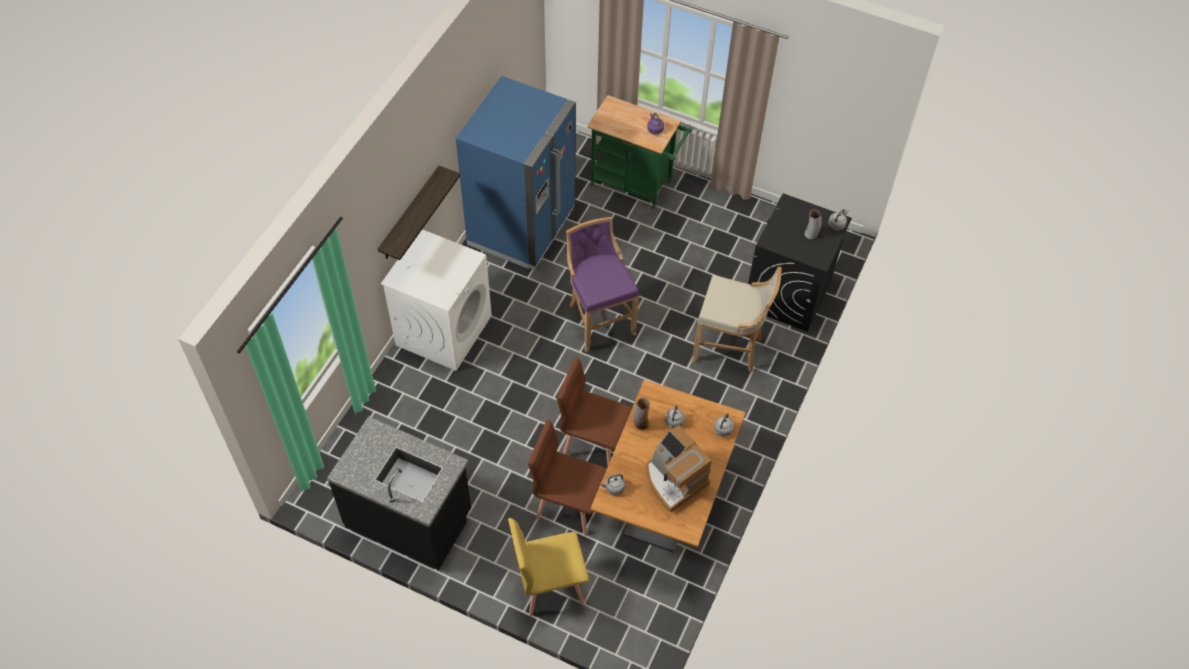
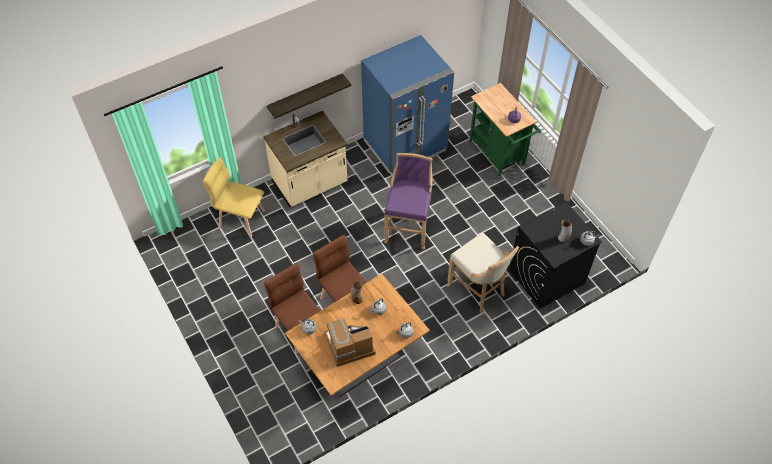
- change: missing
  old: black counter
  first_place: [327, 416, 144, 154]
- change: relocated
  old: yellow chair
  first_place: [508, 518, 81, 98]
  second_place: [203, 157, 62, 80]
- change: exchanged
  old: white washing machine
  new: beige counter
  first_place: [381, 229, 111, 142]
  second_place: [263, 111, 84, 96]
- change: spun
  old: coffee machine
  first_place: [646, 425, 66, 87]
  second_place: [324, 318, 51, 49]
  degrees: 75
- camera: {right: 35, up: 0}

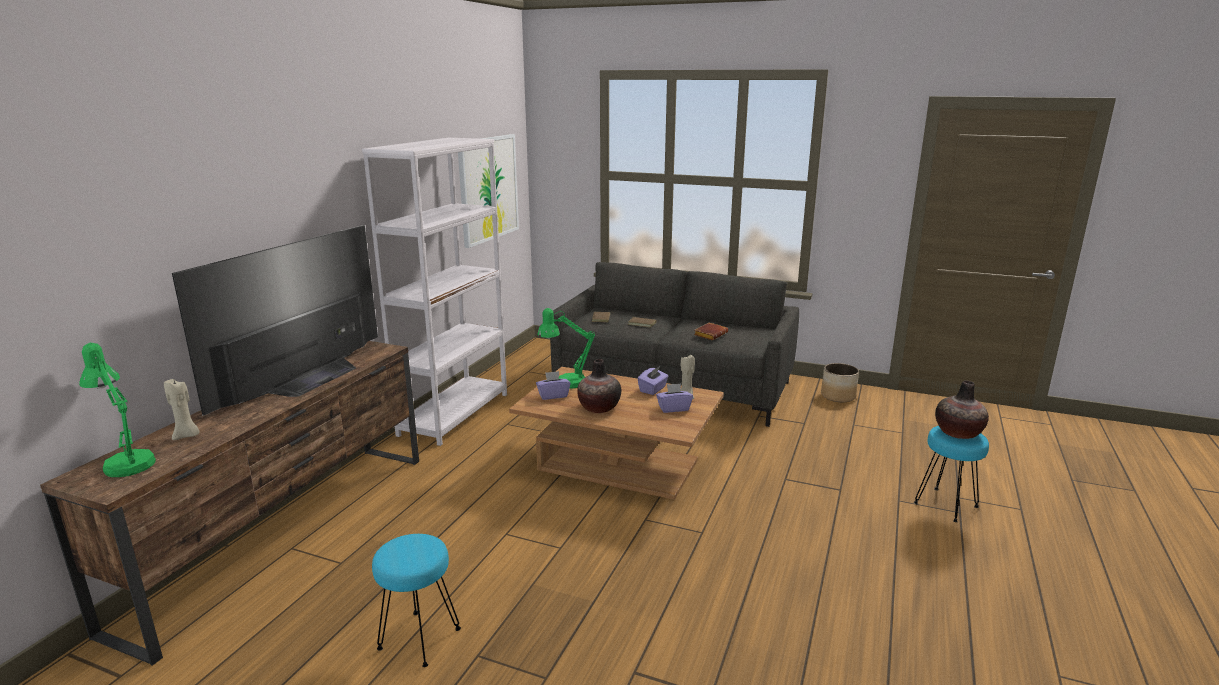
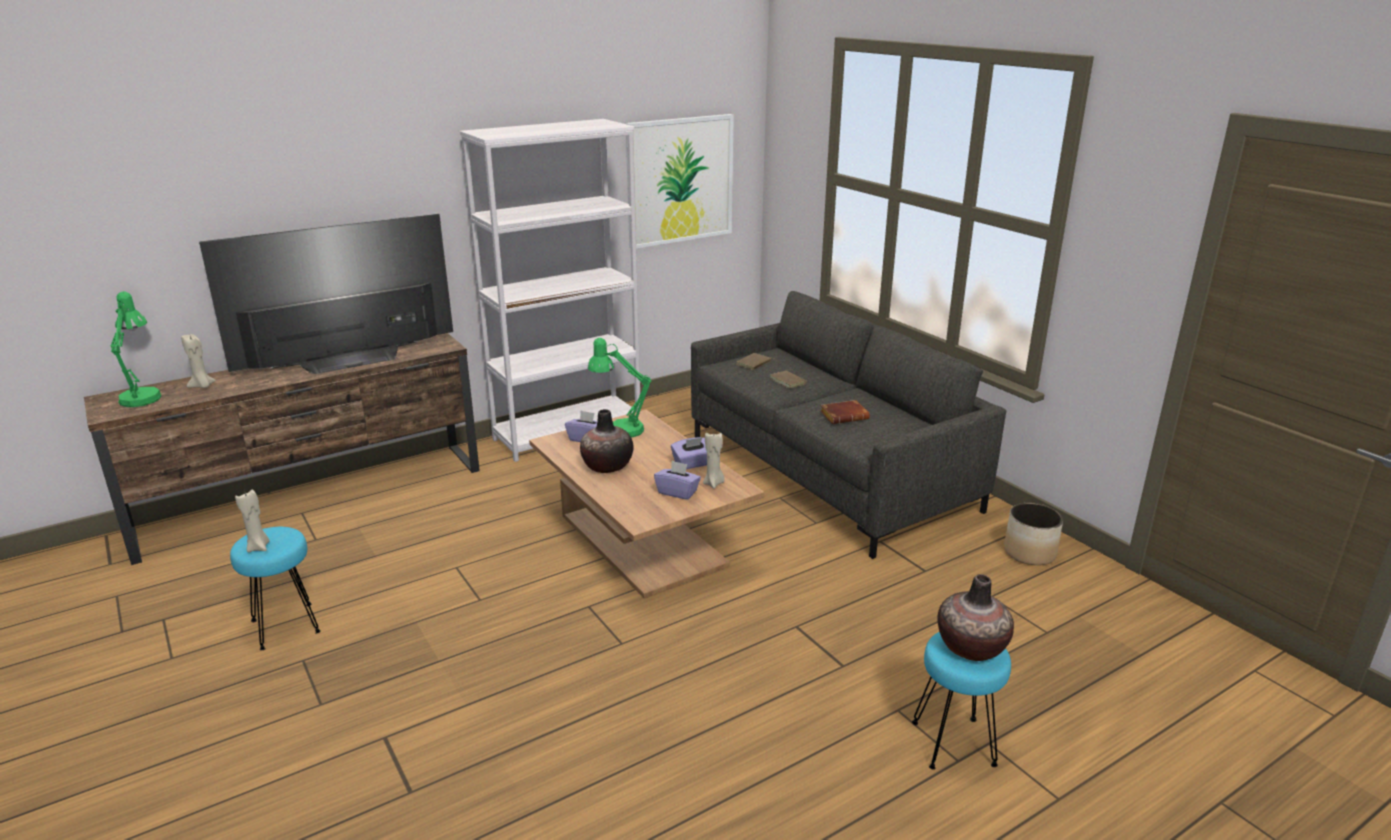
- change: appeared
  new: beige candle
  second_place: [235, 490, 35, 62]
- camera: {right: 35, up: 5}

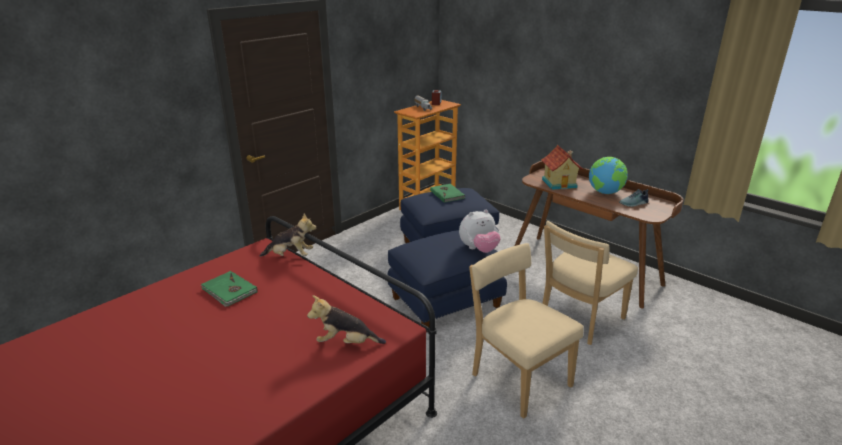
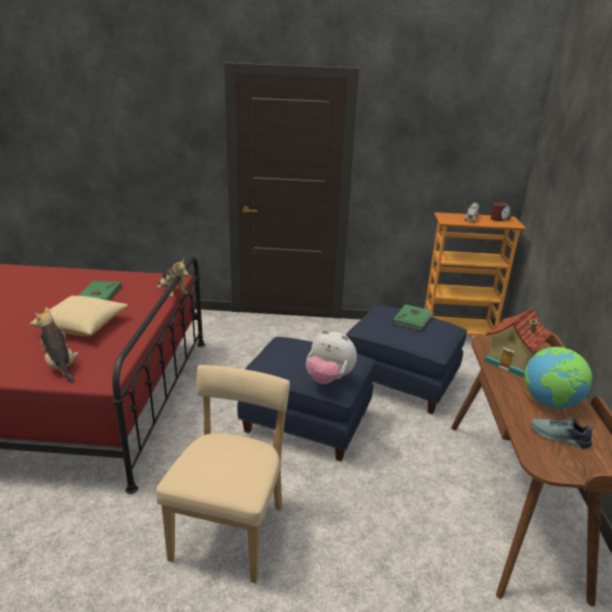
- change: missing
  old: beige chair
  first_place: [542, 221, 96, 124]
- change: appeared
  new: pillow
  second_place: [30, 296, 98, 40]
- camera: {right: 50, up: 0}

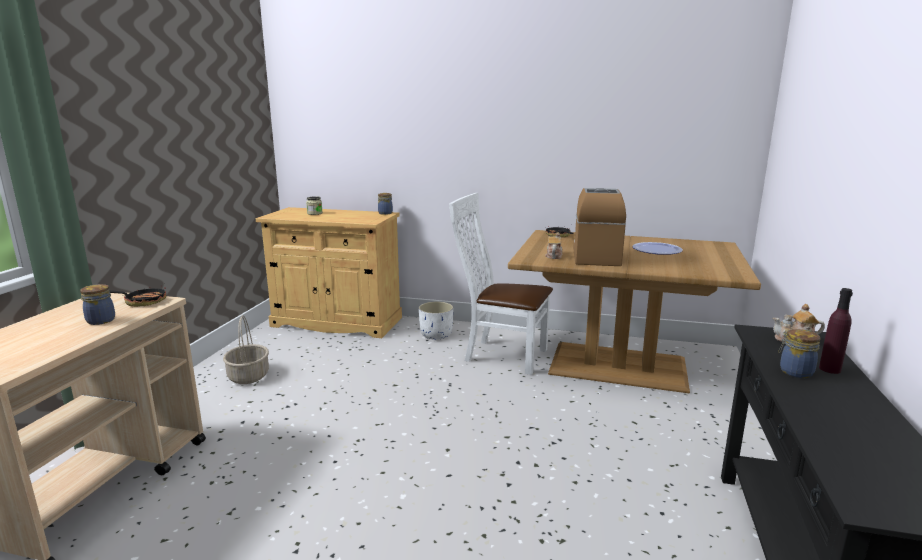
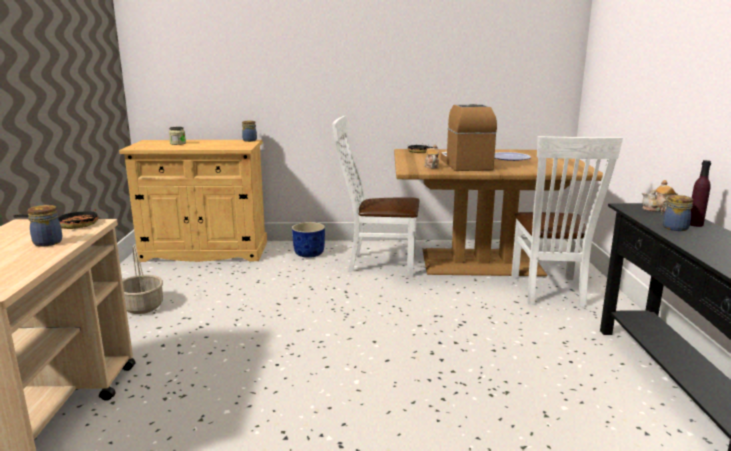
- change: appeared
  new: white chair
  second_place: [512, 136, 111, 171]
- change: colour
  old: white planter
  new: blue planter
  first_place: [419, 302, 34, 38]
  second_place: [292, 222, 33, 36]
- camera: {right: -15, up: 0}

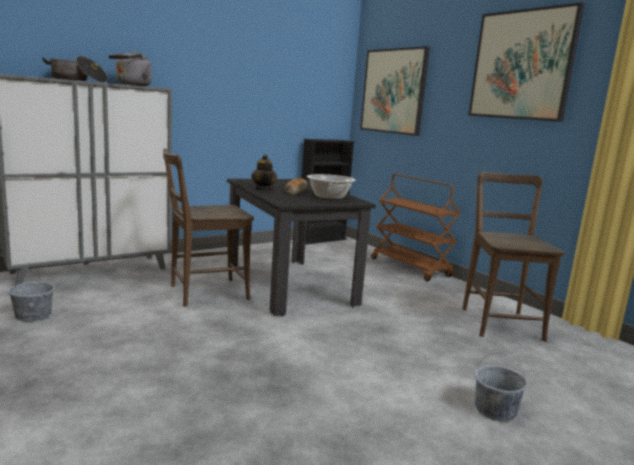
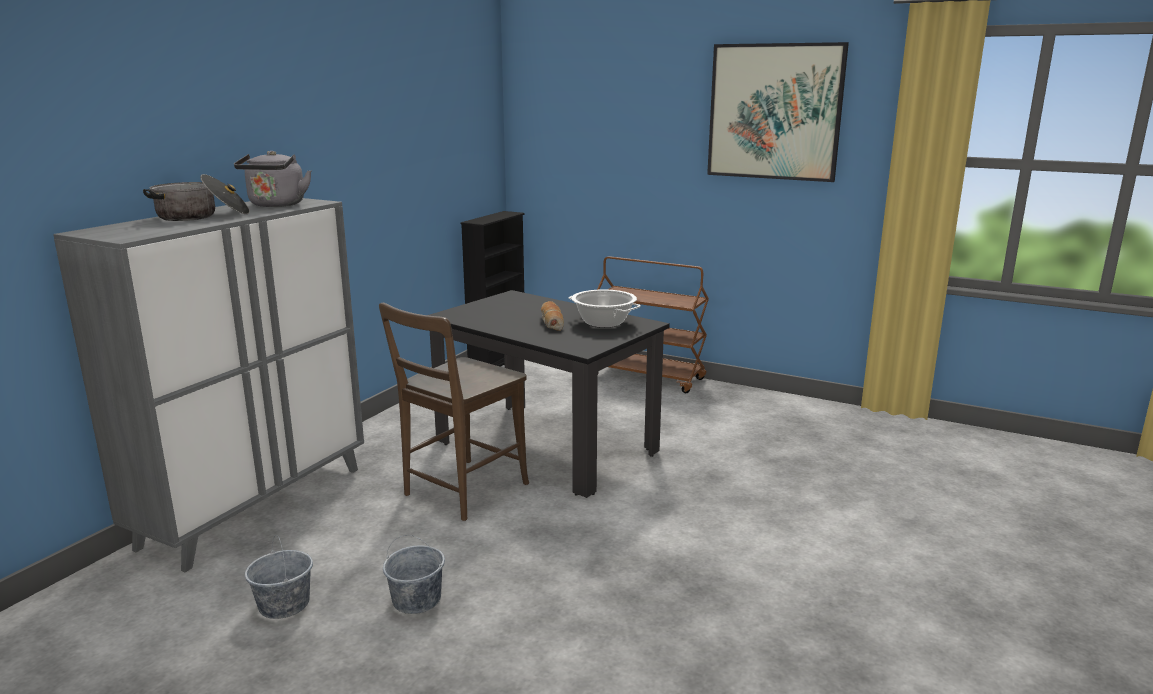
- change: missing
  old: teapot
  first_place: [251, 154, 26, 37]
- change: missing
  old: picture
  first_place: [360, 46, 70, 90]
- change: missing
  old: brown chair
  first_place: [462, 171, 103, 170]
- change: relocated
  old: grey bucket
  first_place: [475, 353, 53, 68]
  second_place: [383, 535, 62, 79]
- camera: {right: -25, up: 5}

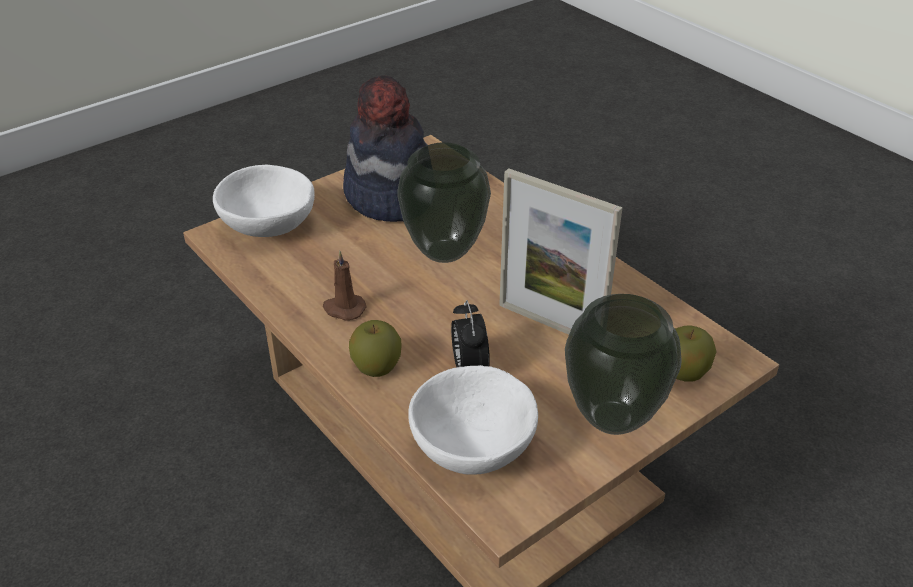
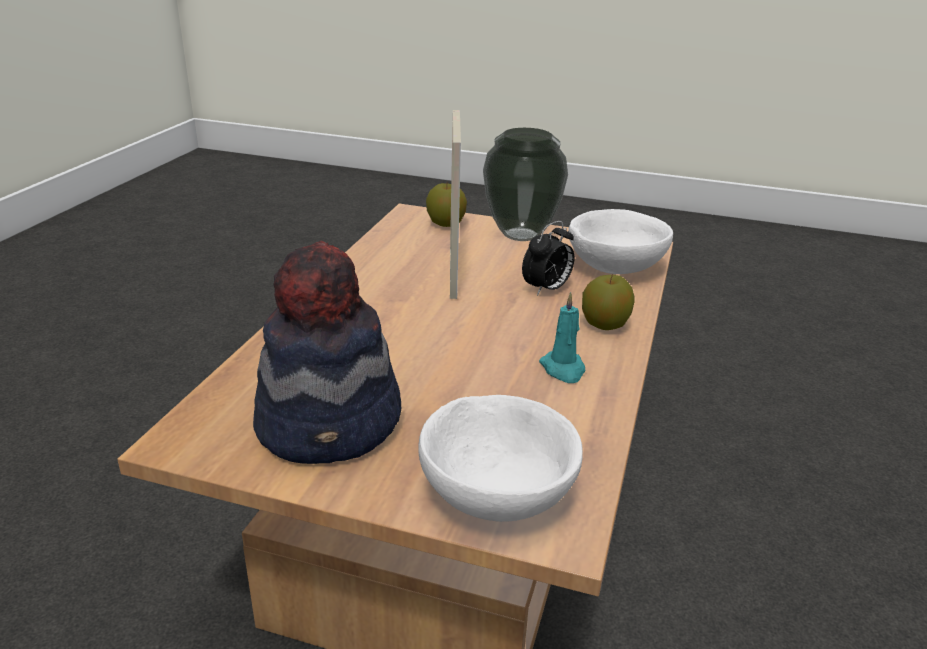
- change: missing
  old: vase
  first_place: [397, 142, 94, 121]
- change: colour
  old: brown candle
  new: turquoise candle
  first_place: [323, 251, 43, 70]
  second_place: [539, 292, 46, 91]
- camera: {right: -125, up: -10}

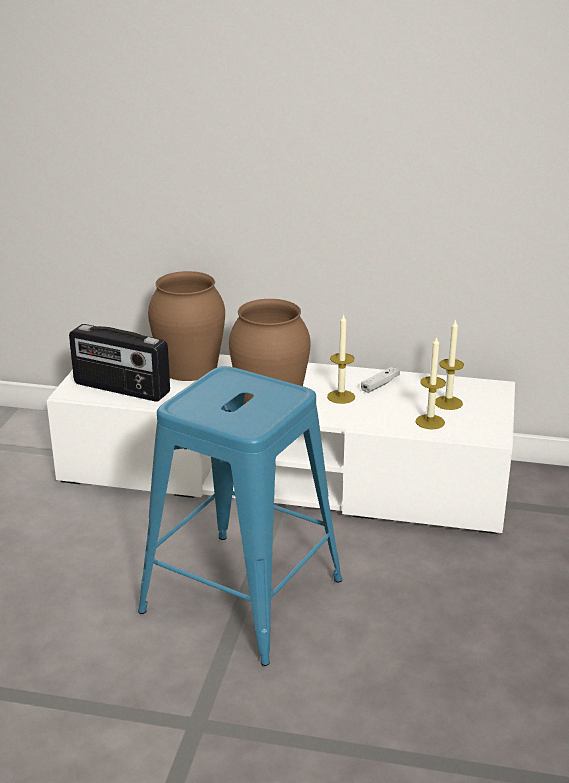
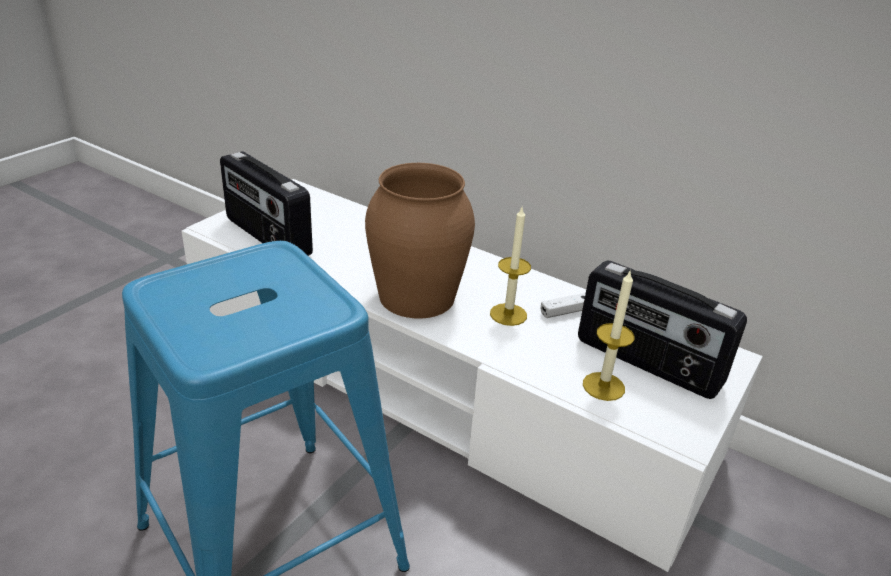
- change: missing
  old: brown vase
  first_place: [148, 271, 77, 110]
- change: exchanged
  old: candle
  new: radio
  first_place: [435, 319, 29, 91]
  second_place: [578, 260, 169, 139]
- camera: {right: 20, up: 5}

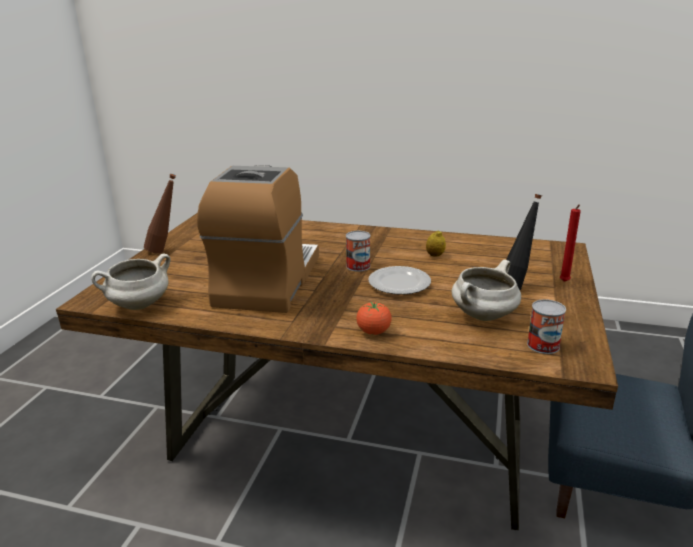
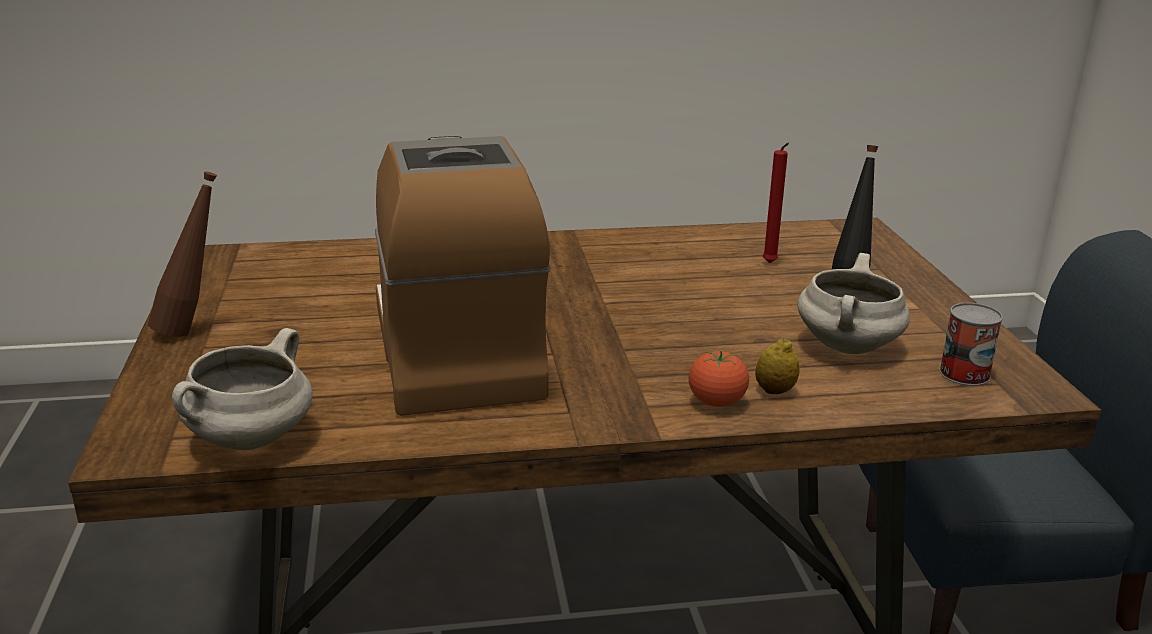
- change: missing
  old: can
  first_place: [346, 231, 24, 41]
- change: missing
  old: plate
  first_place: [368, 266, 63, 29]
- change: relocated
  old: lemon
  first_place: [426, 230, 20, 27]
  second_place: [755, 338, 45, 56]
- change: relocated
  old: red candle
  first_place: [560, 204, 21, 78]
  second_place: [762, 143, 27, 120]
- camera: {right: -25, up: 0}

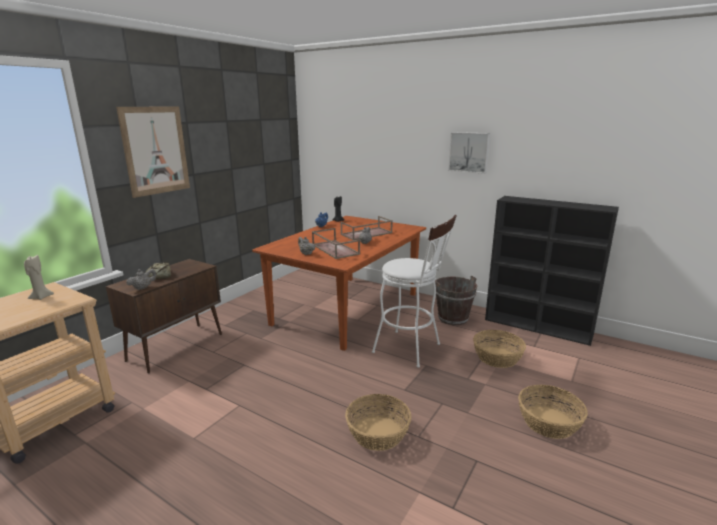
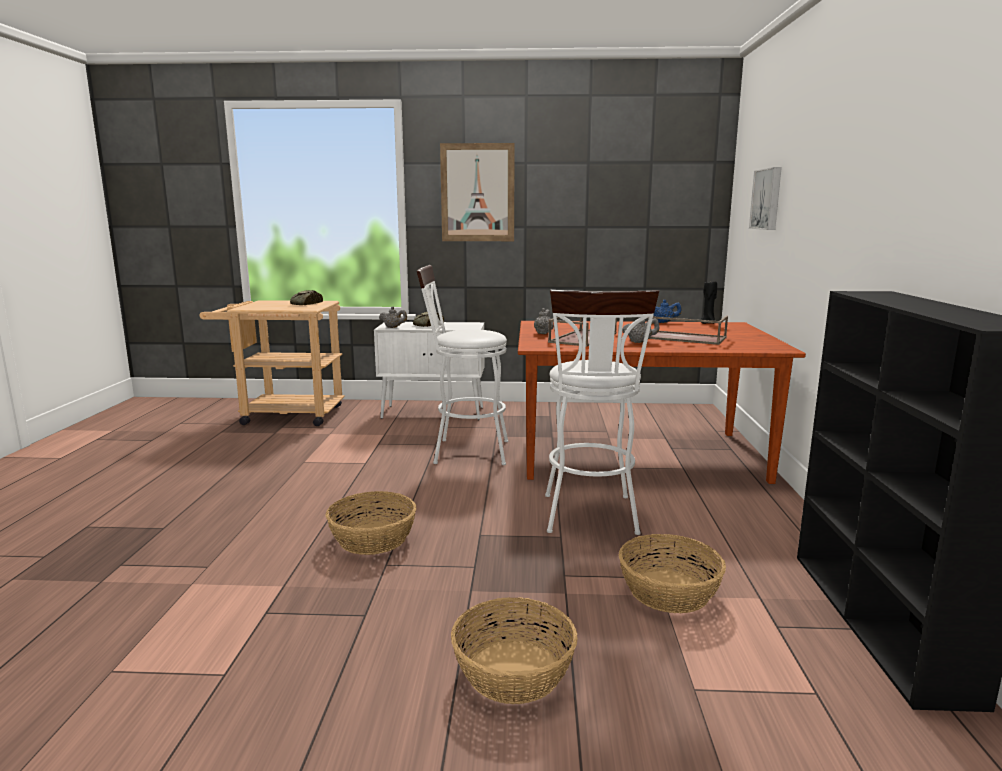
- change: missing
  old: brown bucket
  first_place: [435, 276, 42, 49]
- change: appeared
  new: white stool
  second_place: [417, 265, 91, 200]
- change: relocated
  old: picture
  first_place: [448, 132, 42, 42]
  second_place: [749, 167, 33, 63]
- change: exchanged
  old: beige candle
  new: bread
  first_place: [24, 255, 30, 45]
  second_place: [290, 290, 33, 15]
- change: colour
  old: brown cabinet
  new: white cabinet
  first_place: [106, 259, 116, 115]
  second_place: [374, 322, 111, 98]
- camera: {right: 60, up: -5}

